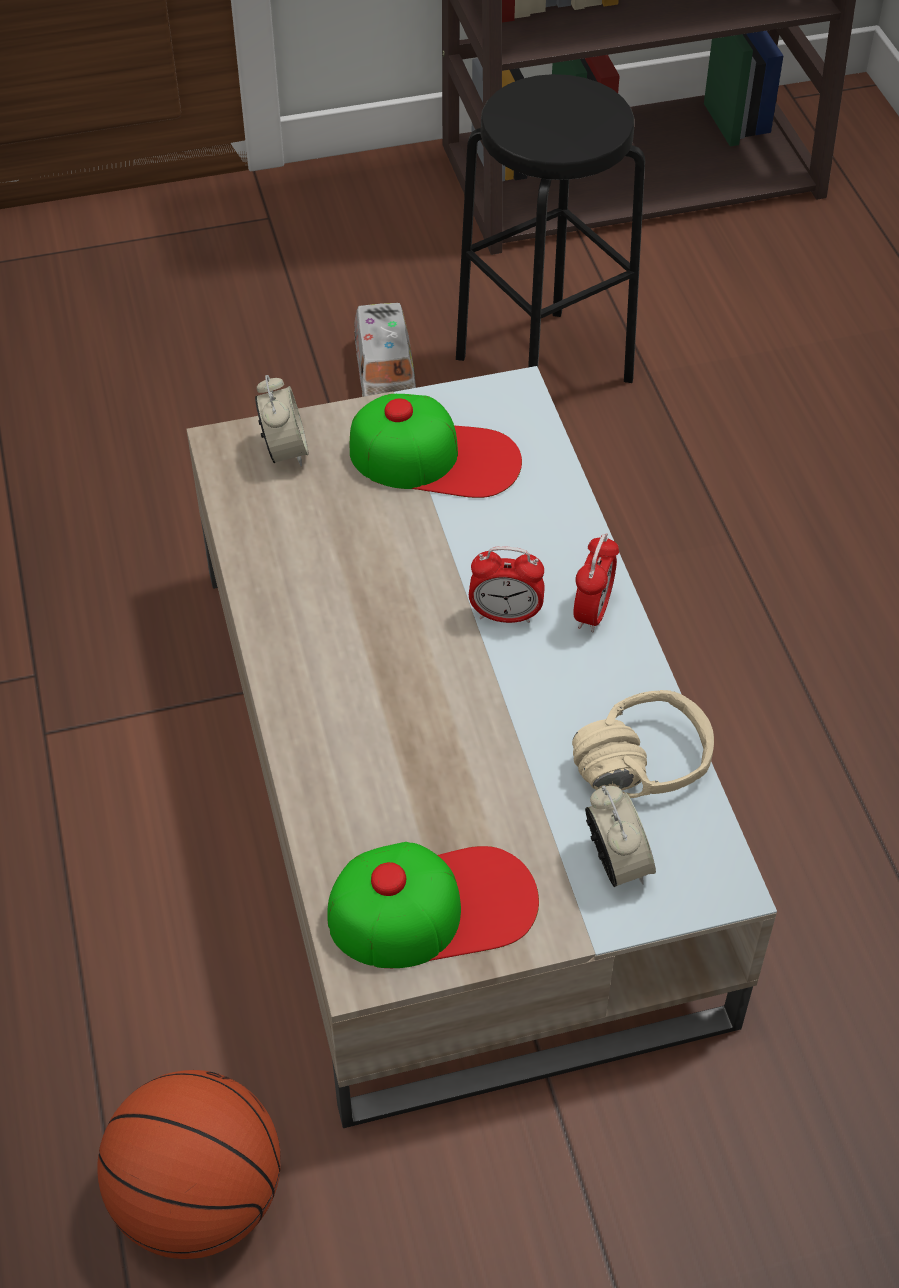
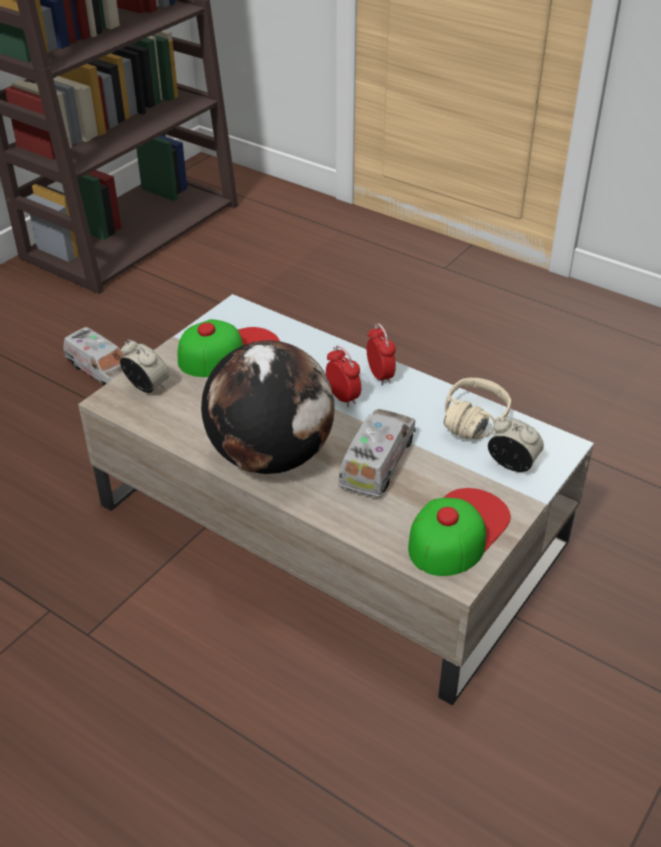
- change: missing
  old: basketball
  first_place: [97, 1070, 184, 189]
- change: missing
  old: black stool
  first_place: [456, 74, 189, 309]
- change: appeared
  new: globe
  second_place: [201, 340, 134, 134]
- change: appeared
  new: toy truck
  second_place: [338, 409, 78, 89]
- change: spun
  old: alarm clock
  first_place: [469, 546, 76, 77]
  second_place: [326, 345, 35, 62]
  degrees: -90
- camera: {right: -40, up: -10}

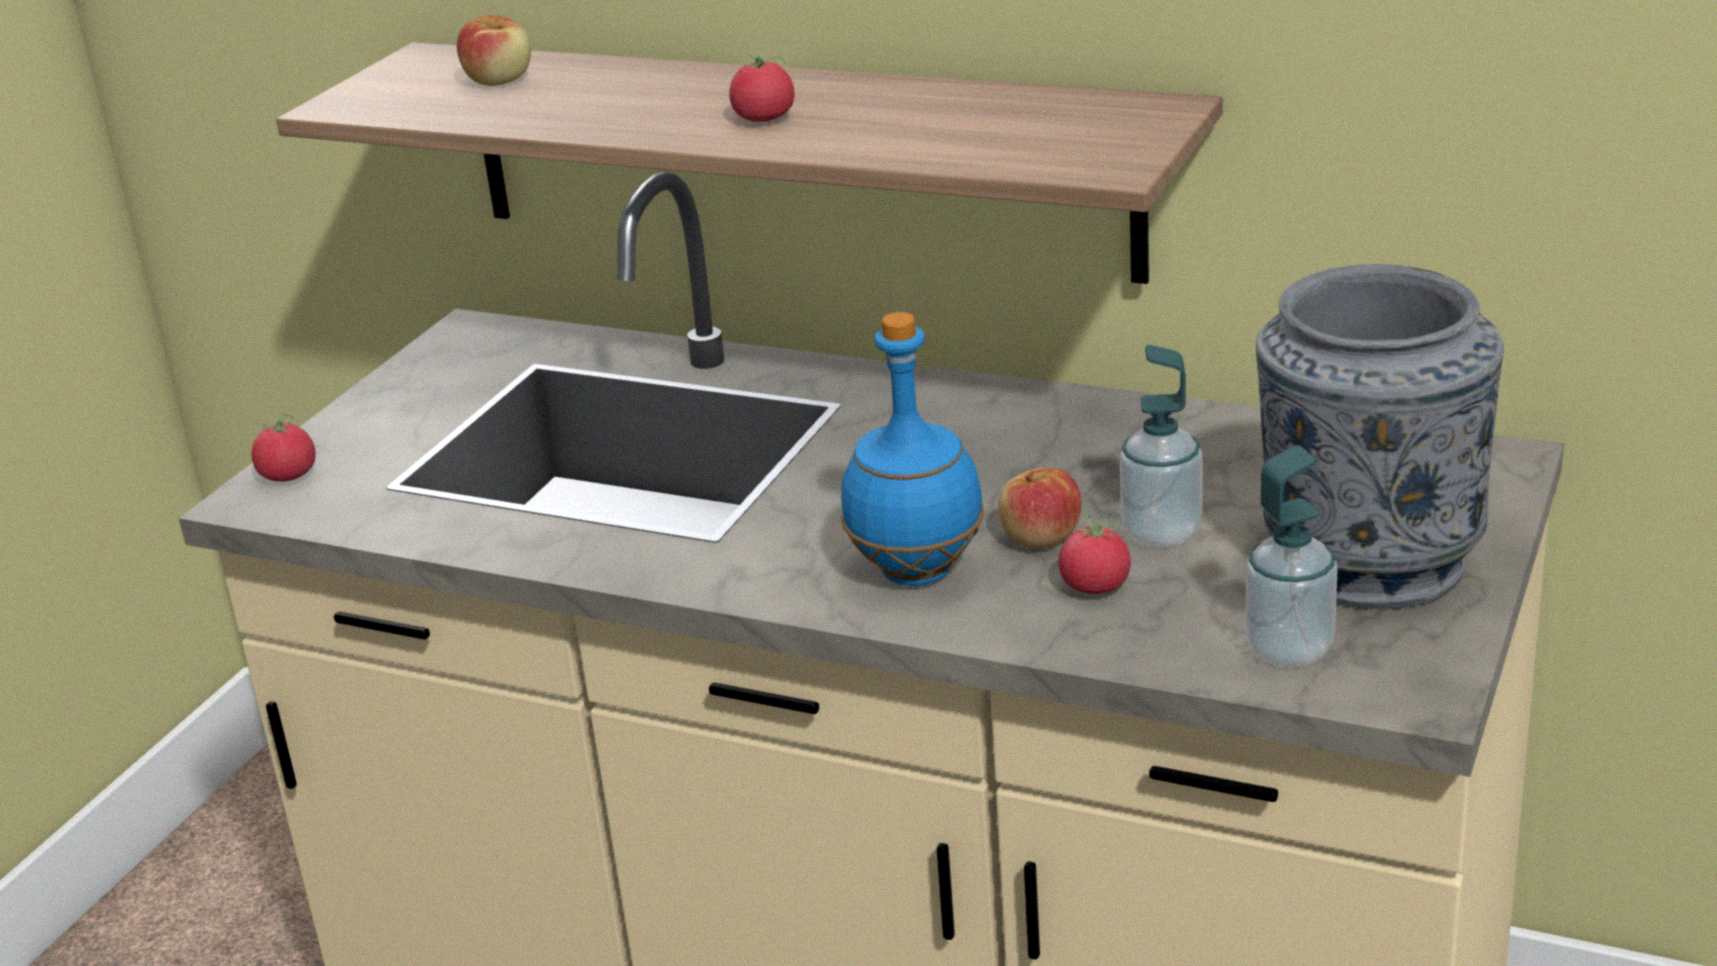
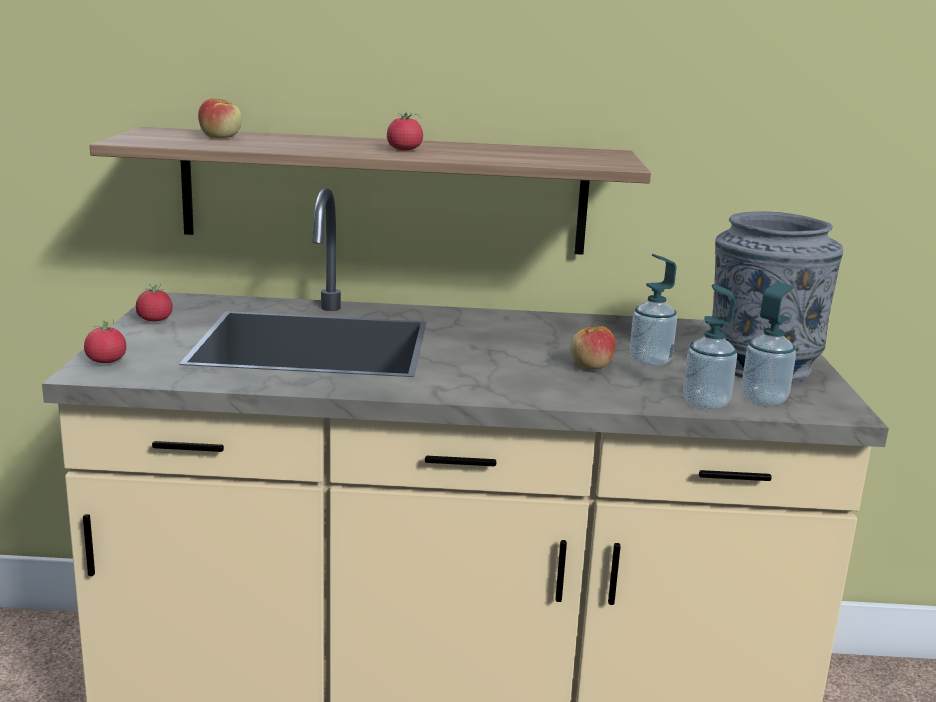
- change: missing
  old: blue bottle
  first_place: [841, 312, 143, 274]
- change: appeared
  new: soap dispenser
  second_place: [683, 284, 54, 126]
- change: relocated
  old: tomato
  first_place: [1058, 515, 73, 79]
  second_place: [136, 283, 37, 39]
- camera: {right: -25, up: -10}

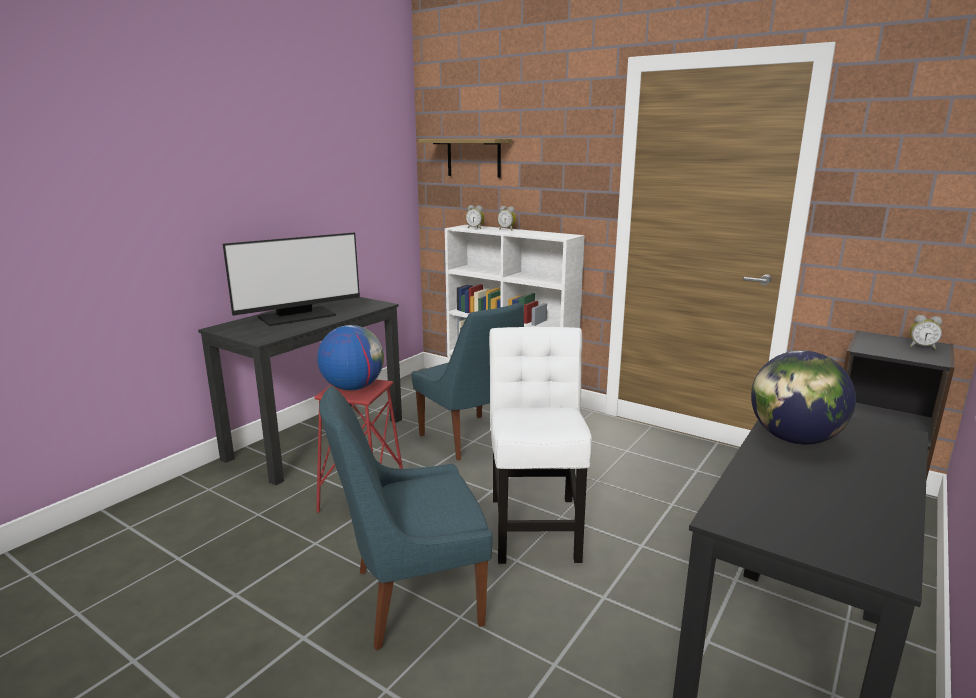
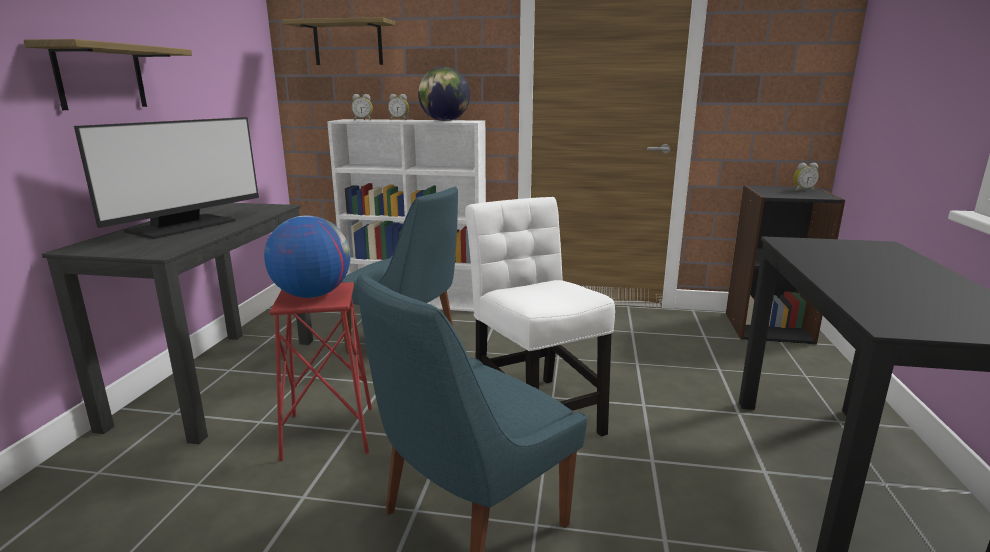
- change: appeared
  new: shelf
  second_place: [24, 39, 168, 71]
- change: relocated
  old: globe
  first_place: [751, 350, 105, 95]
  second_place: [418, 67, 52, 54]
- camera: {right: -25, up: 0}

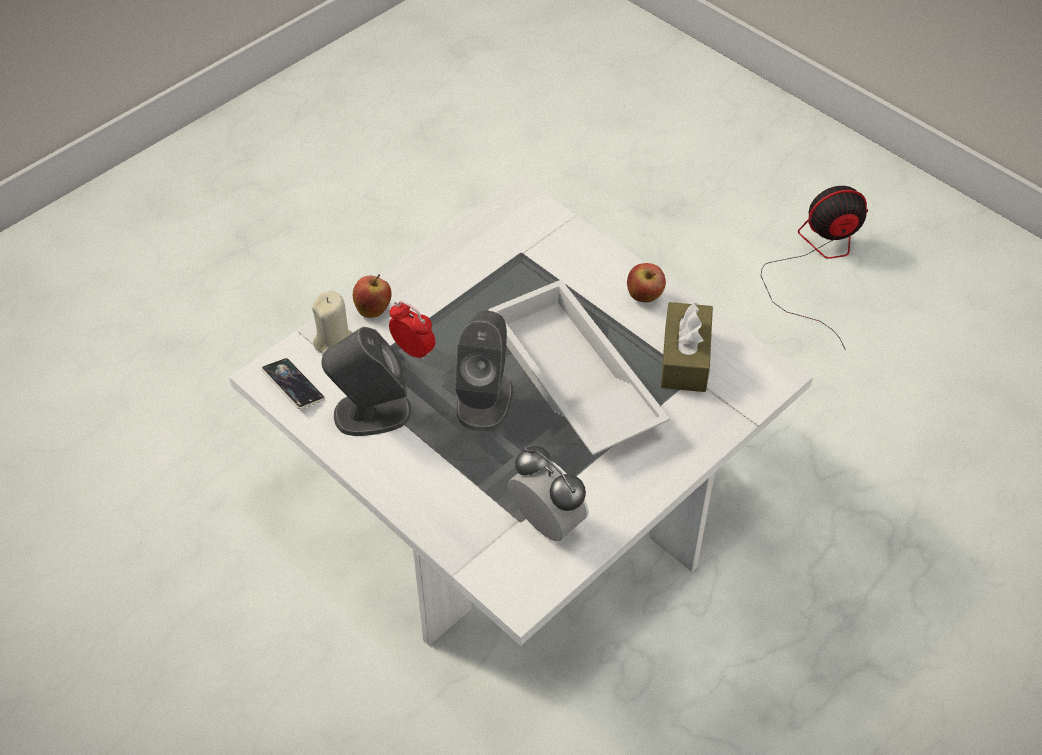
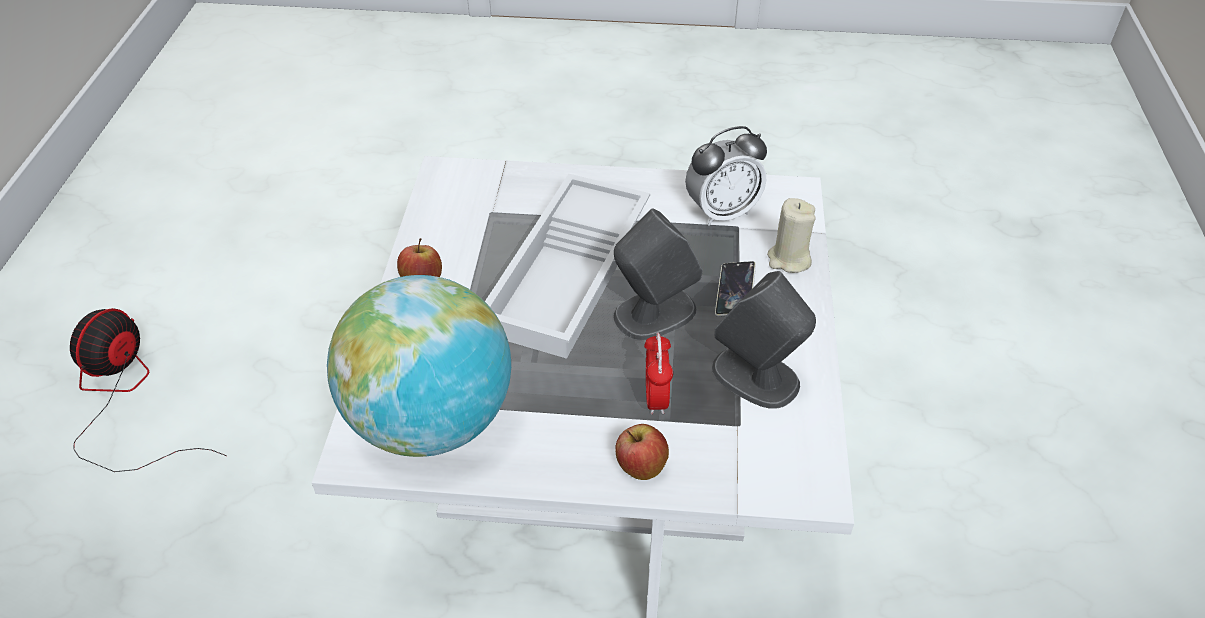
- change: missing
  old: brown tissue box
  first_place: [661, 302, 52, 90]
- change: appeared
  new: globe
  second_place: [327, 275, 184, 182]
- change: relocated
  old: phone
  first_place: [261, 358, 64, 51]
  second_place: [715, 261, 41, 56]
- change: relocated
  old: beige candle
  first_place: [312, 291, 40, 63]
  second_place: [767, 198, 49, 75]
- change: spun
  old: alarm clock
  first_place: [508, 446, 81, 95]
  second_place: [685, 126, 82, 99]
  degrees: -120
- change: spun
  old: fan
  first_place: [761, 186, 107, 164]
  second_place: [70, 308, 157, 164]
  degrees: 75
- camera: {right: -130, up: -5}

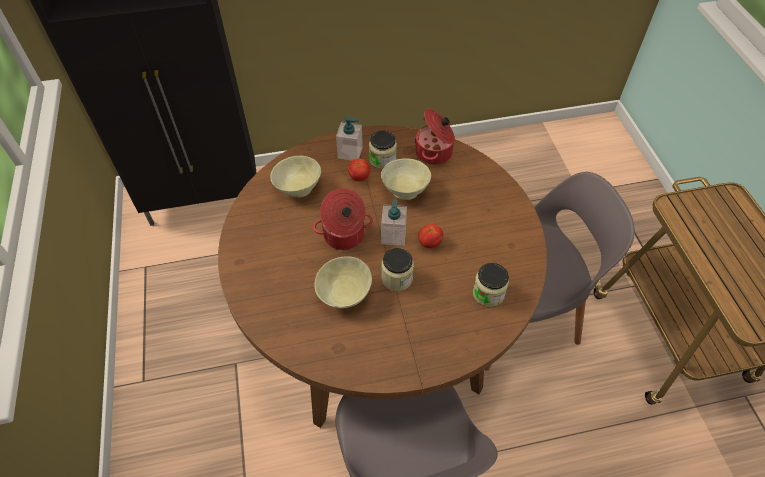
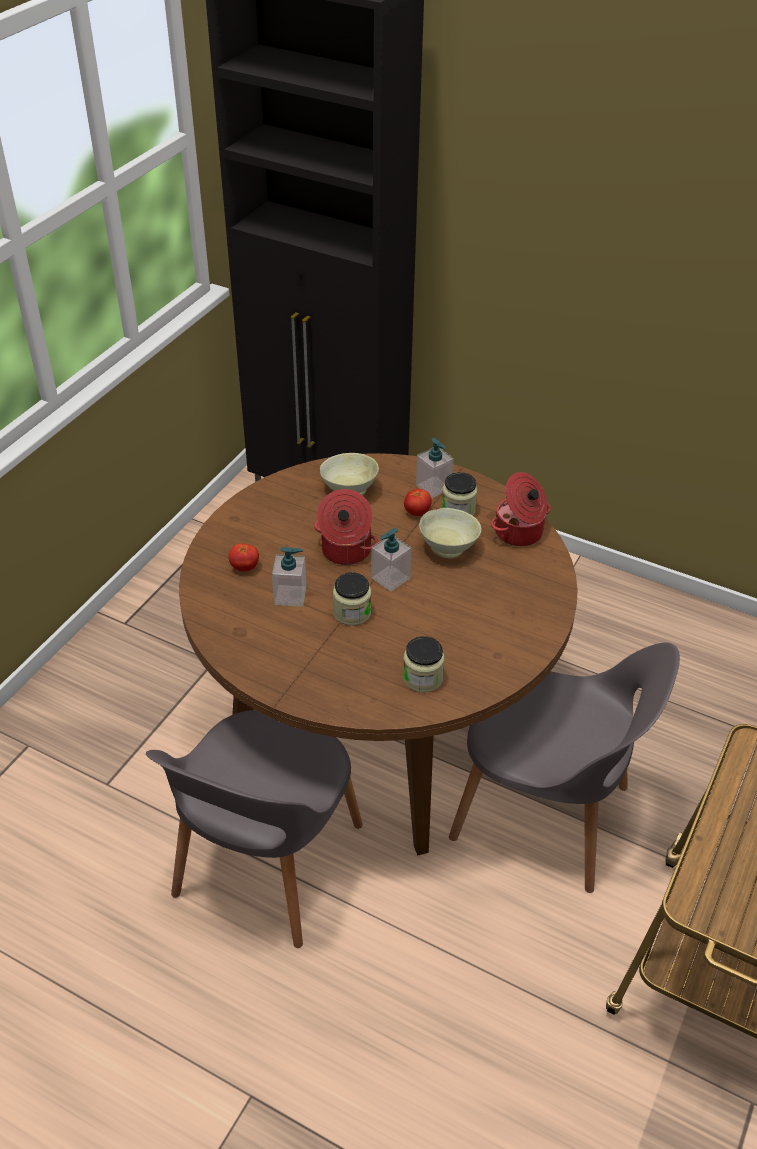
- change: relocated
  old: tomato
  first_place: [418, 224, 25, 24]
  second_place: [229, 543, 30, 28]
- change: exchanged
  old: beige bowl
  new: soap dispenser
  first_place: [314, 256, 58, 53]
  second_place: [272, 547, 34, 60]
- camera: {right: 40, up: -10}

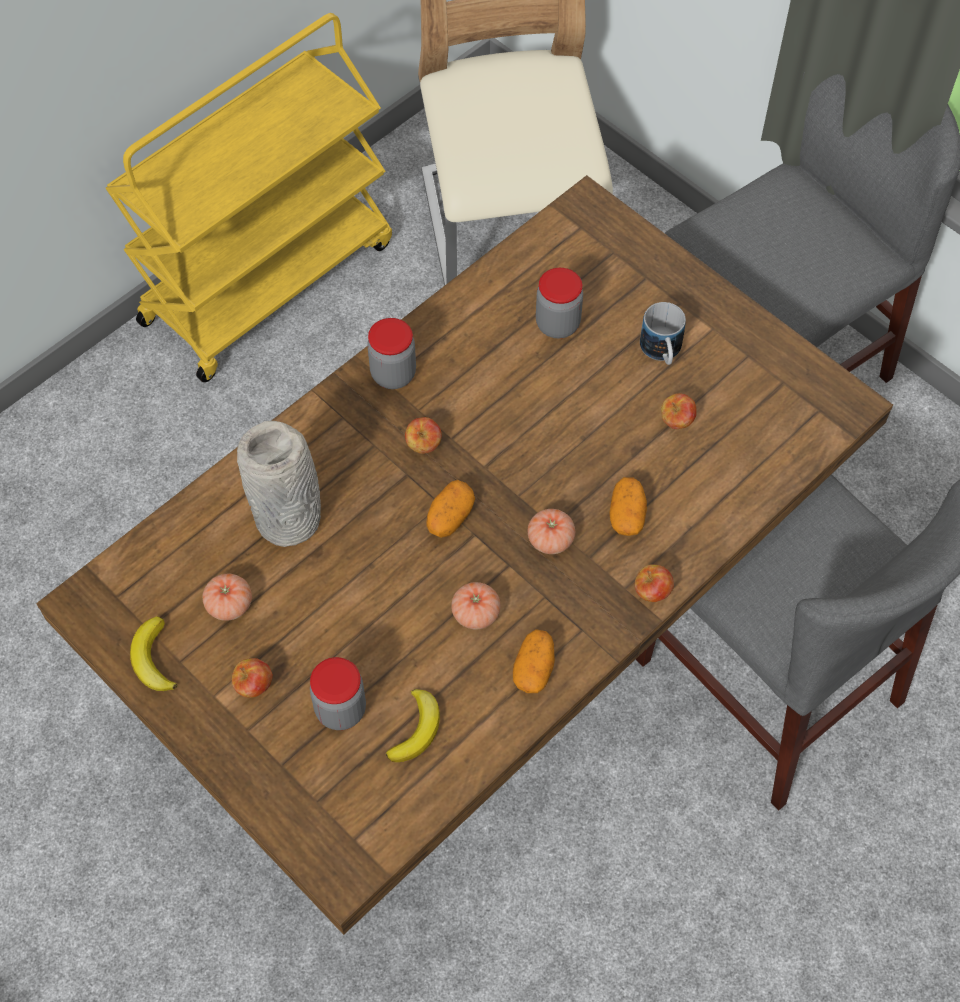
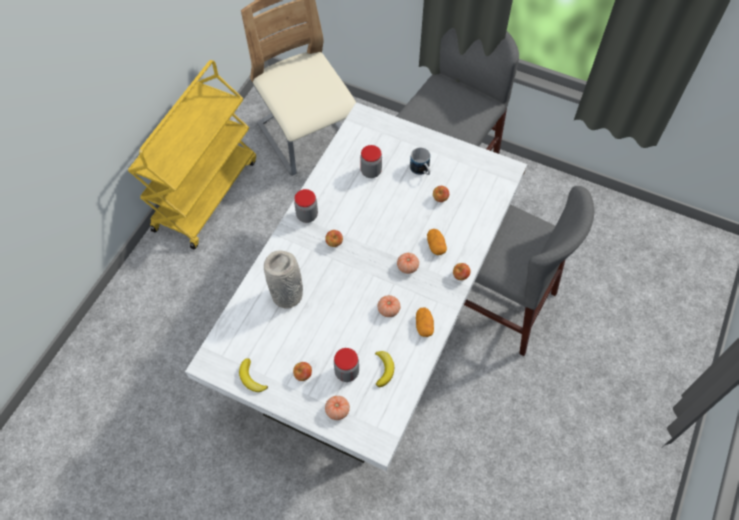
- change: missing
  old: potato
  first_place: [426, 480, 49, 58]
- change: relocated
  old: tomato
  first_place: [202, 573, 50, 48]
  second_place: [325, 396, 25, 24]
- change: colour
  old: brown dining table
  new: white dining table
  first_place: [36, 175, 857, 760]
  second_place: [185, 102, 342, 370]
- camera: {right: -20, up: 0}

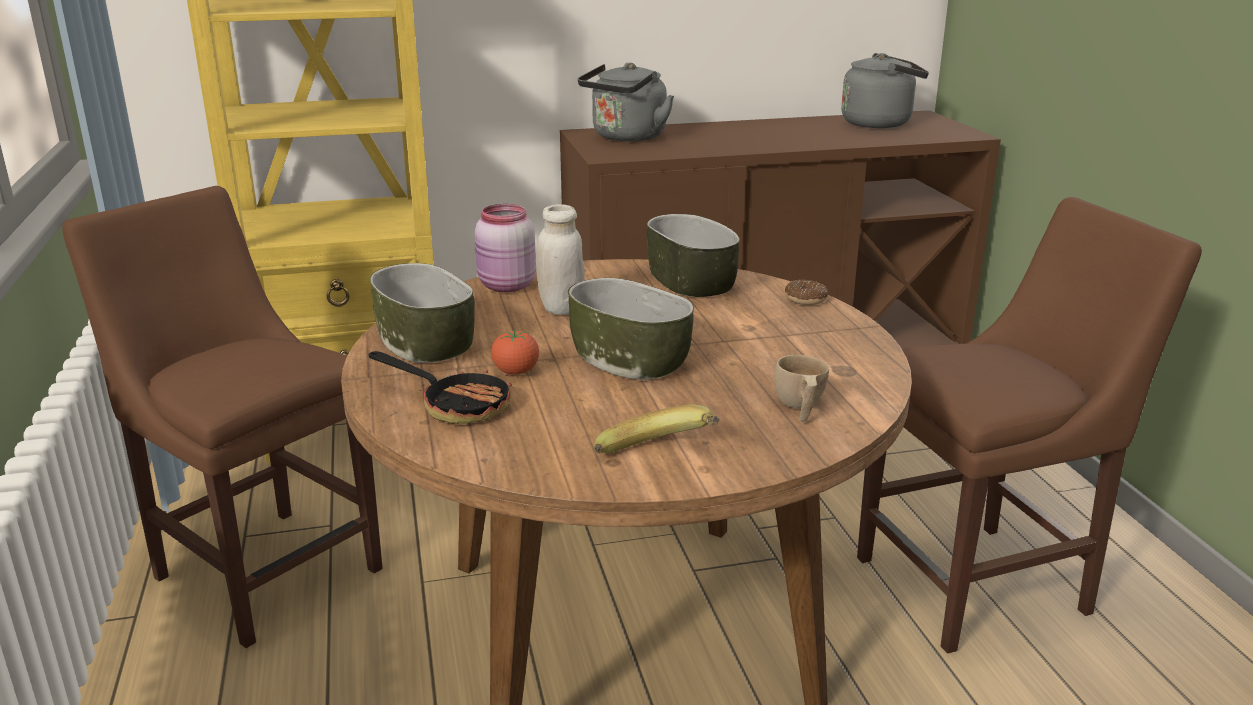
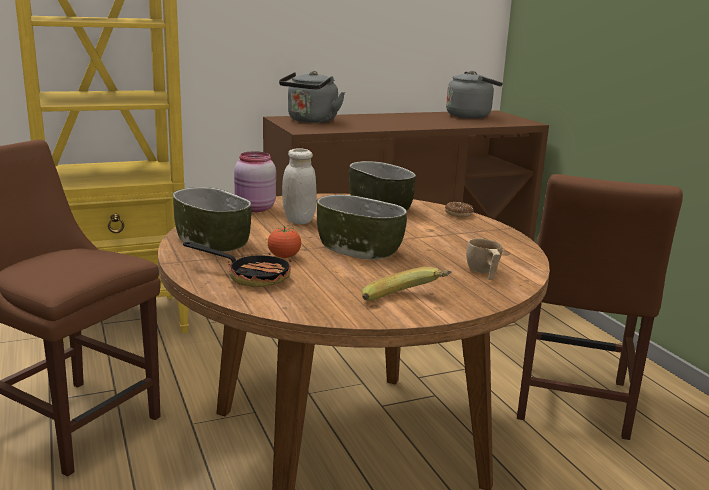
- change: spun
  old: brown chair
  first_place: [857, 197, 345, 457]
  second_place: [517, 174, 166, 266]
  degrees: 135
- camera: {right: -10, up: -5}

